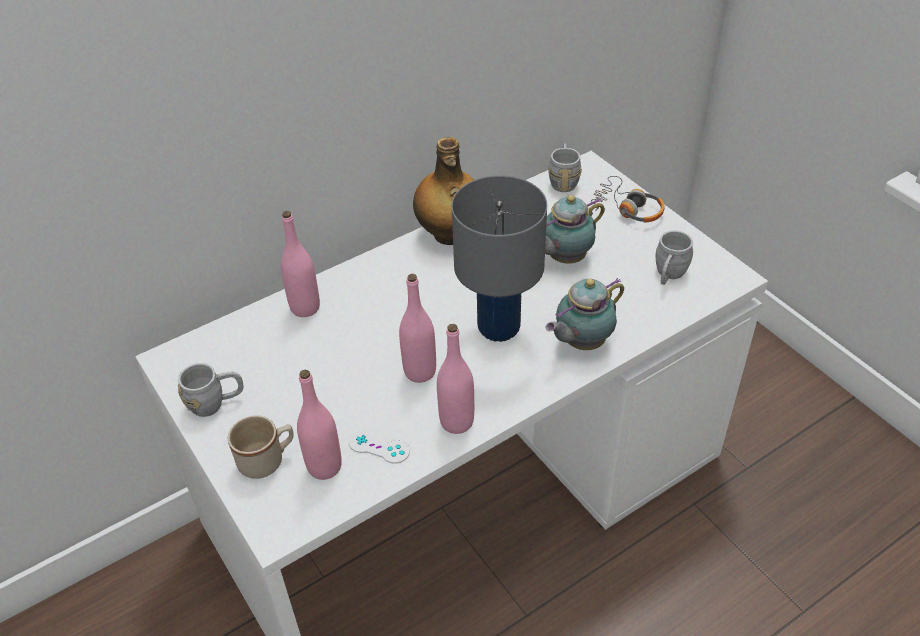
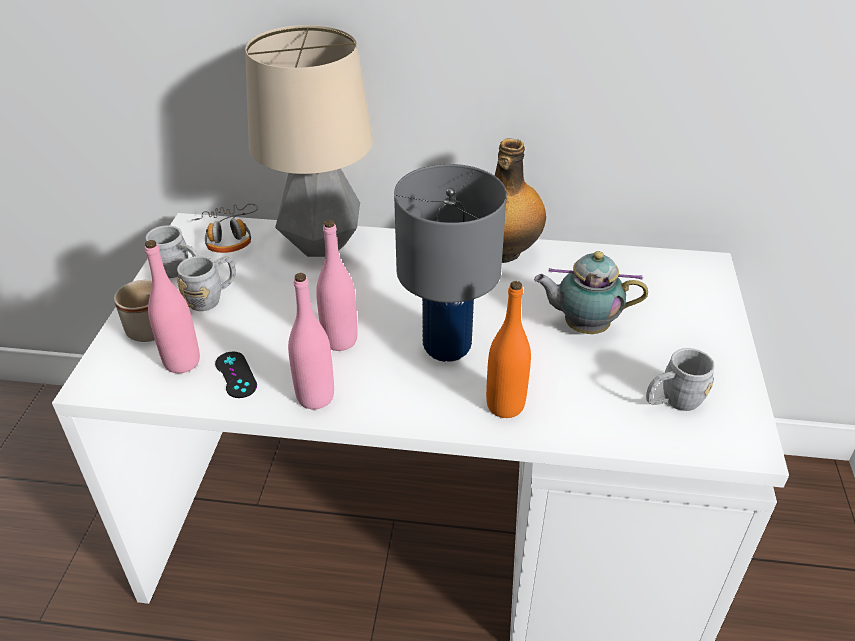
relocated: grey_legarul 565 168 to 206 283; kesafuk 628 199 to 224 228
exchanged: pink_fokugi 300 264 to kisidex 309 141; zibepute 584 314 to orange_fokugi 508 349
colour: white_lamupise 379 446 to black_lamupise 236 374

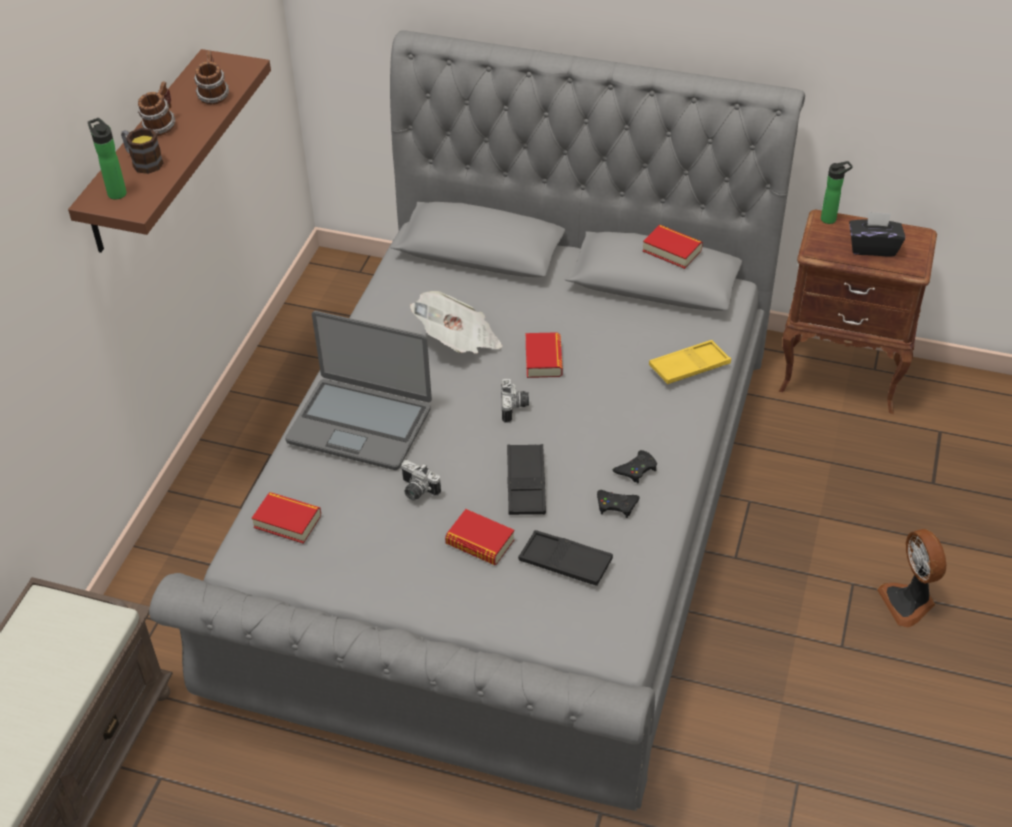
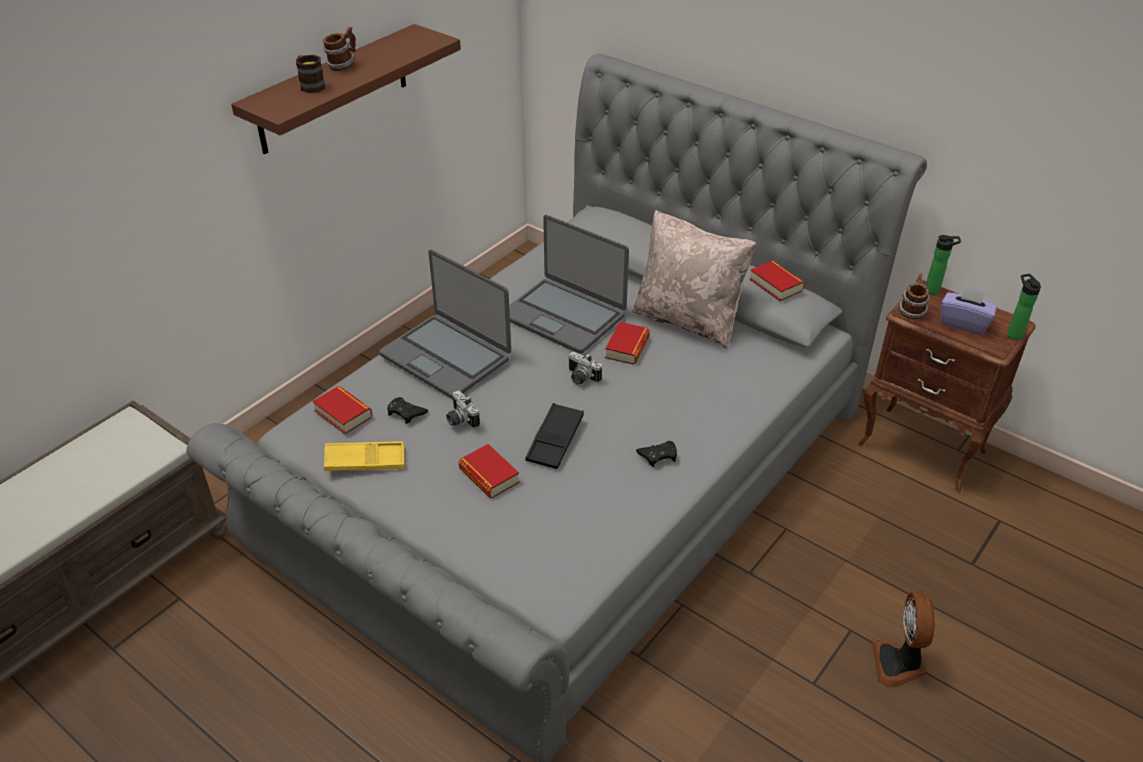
missing: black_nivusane 565 558
appeared: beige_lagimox 694 279
relocated: fokugi 107 159 to 1024 307; legarul 211 77 to 914 296; black_lamupise 618 504 to 407 410; yellow_nivusane 690 362 to 364 456
exchanged: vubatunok 456 322 to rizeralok 569 284
colour: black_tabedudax 877 234 to purple_tabedudax 969 309
spun: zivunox 515 401 = 585 368 105 degrees clockwise

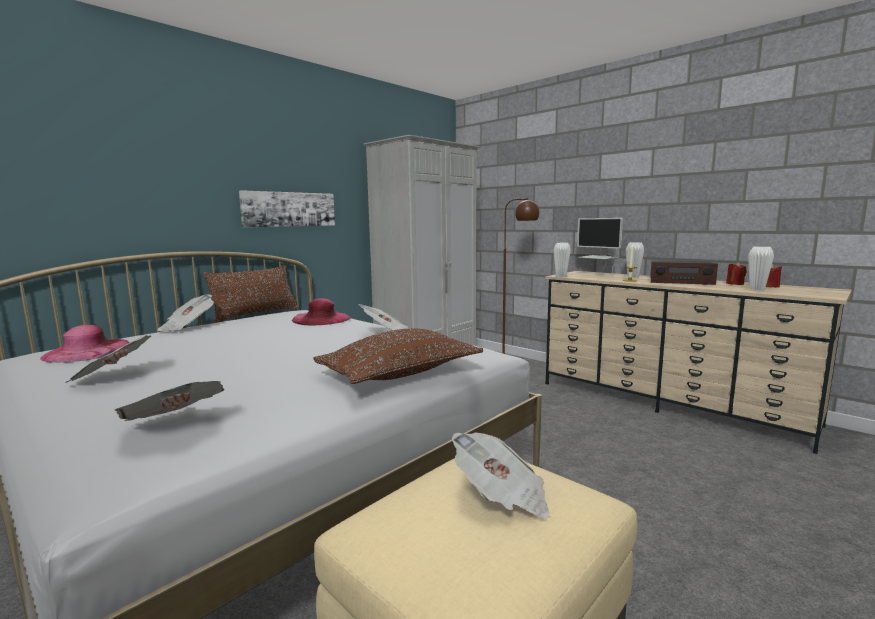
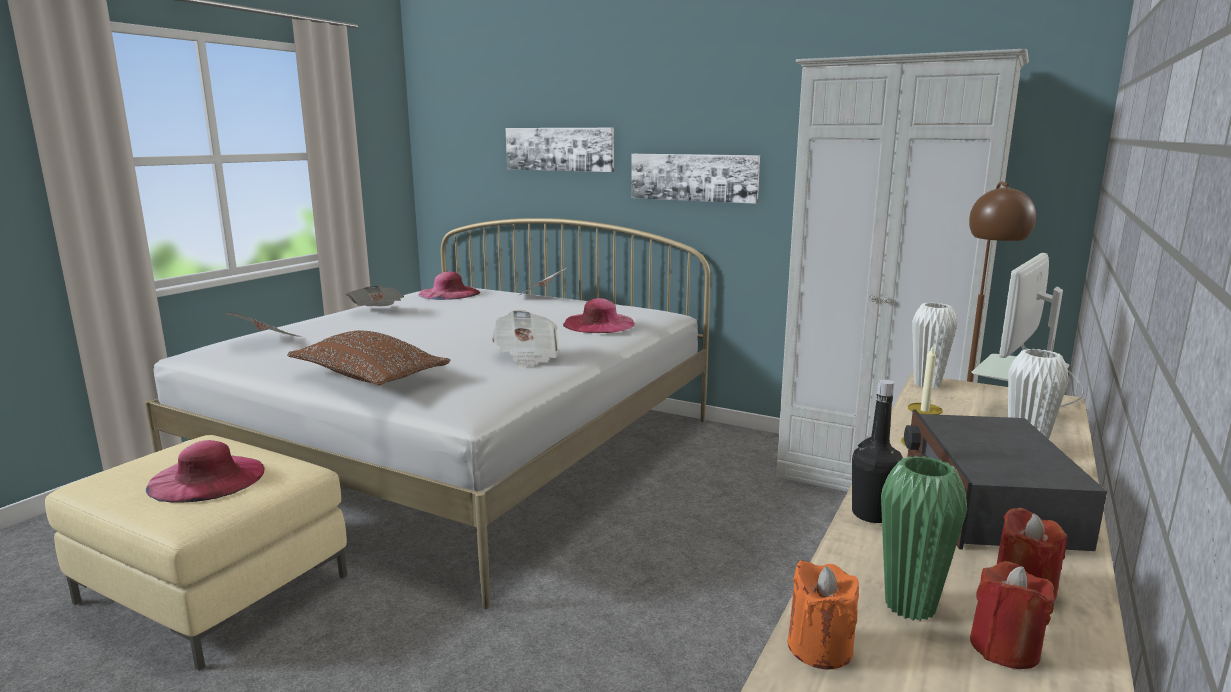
missing: brown_lagimox 250 294
appeared: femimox 560 150; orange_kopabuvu 823 615; black_fokugi 877 451
exchanged: vubatunok 501 475 to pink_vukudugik 205 471
colour: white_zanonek 761 268 to green_zanonek 924 538

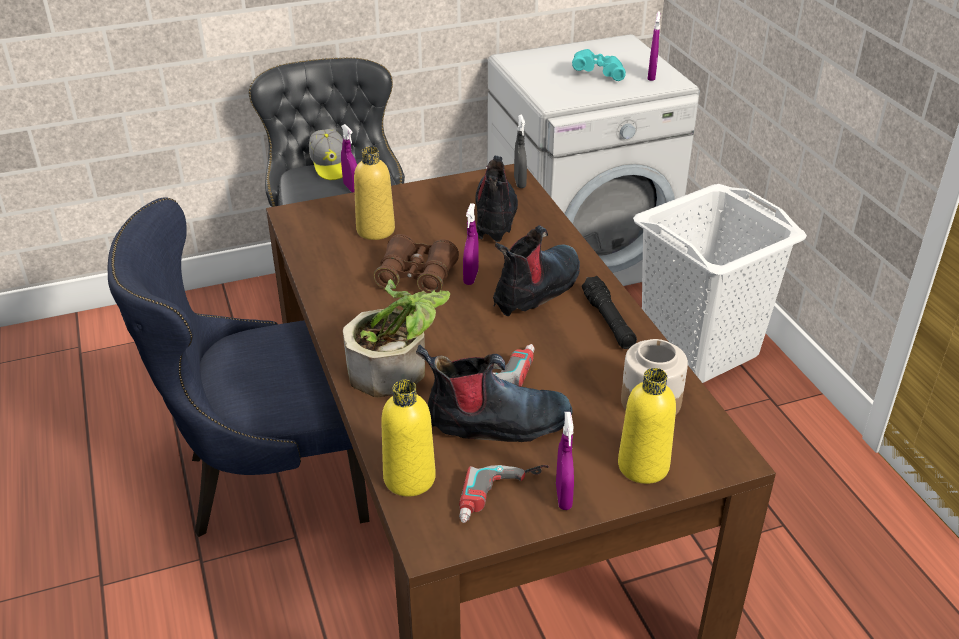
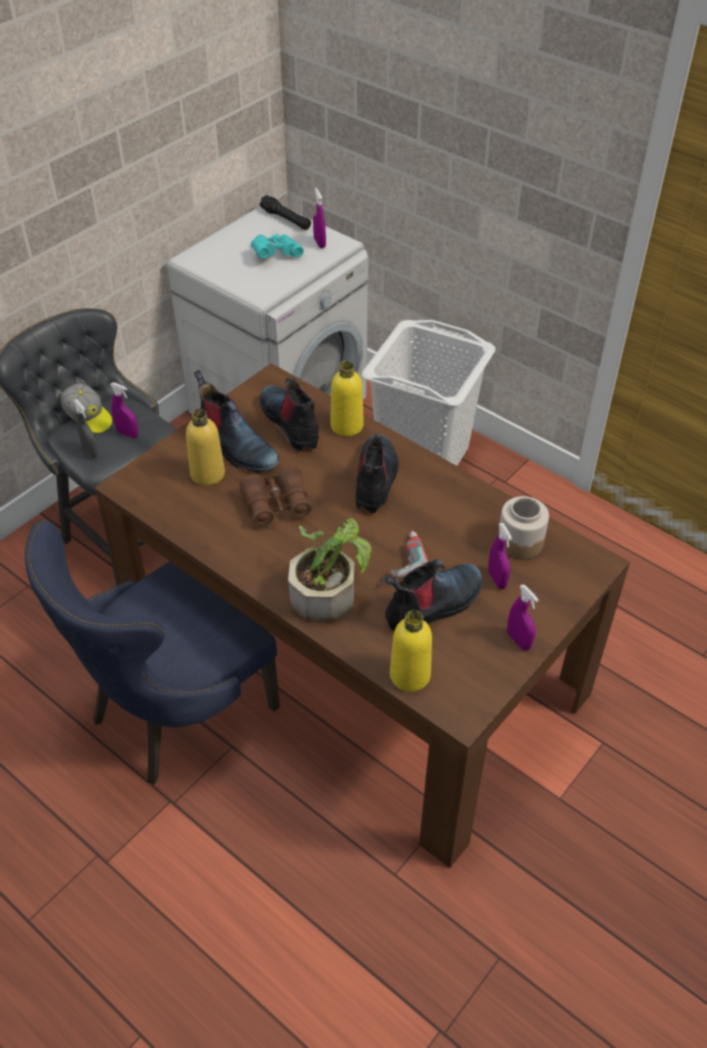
missing: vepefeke 504 494
appeared: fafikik 237 421
relocated: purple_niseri 471 244 to 500 556; grey_niseri 520 151 to 86 428; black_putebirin 609 312 to 285 212; yellow_fokugi 647 426 to 347 398

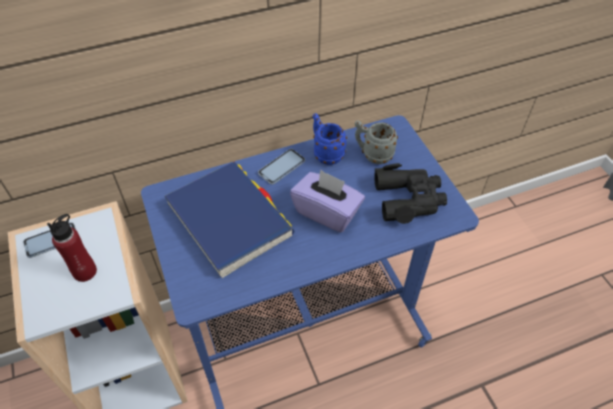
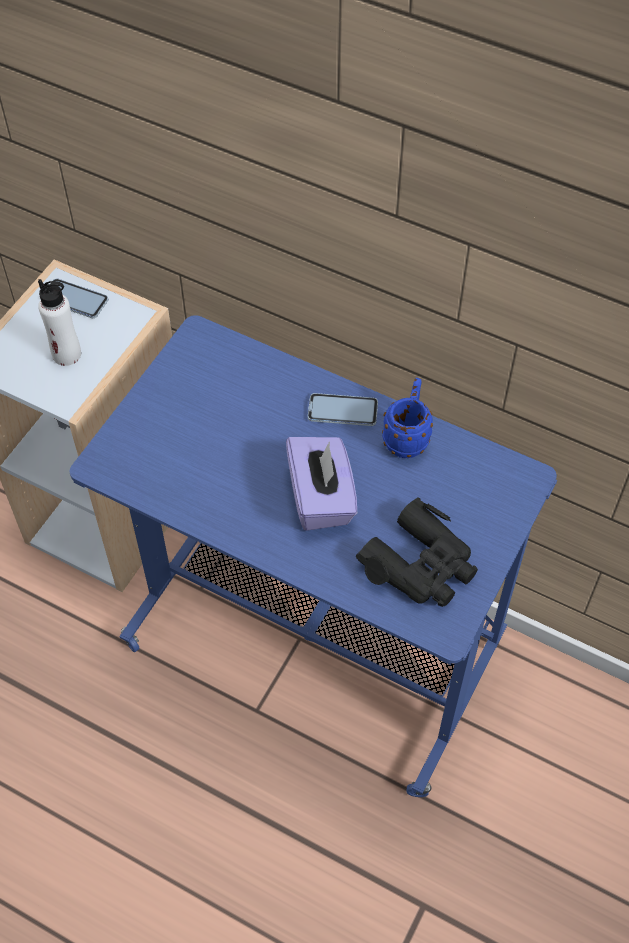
missing: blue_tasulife 229 220; grey_legarul 376 142
colour: red_fokugi 72 248 to white_fokugi 59 322

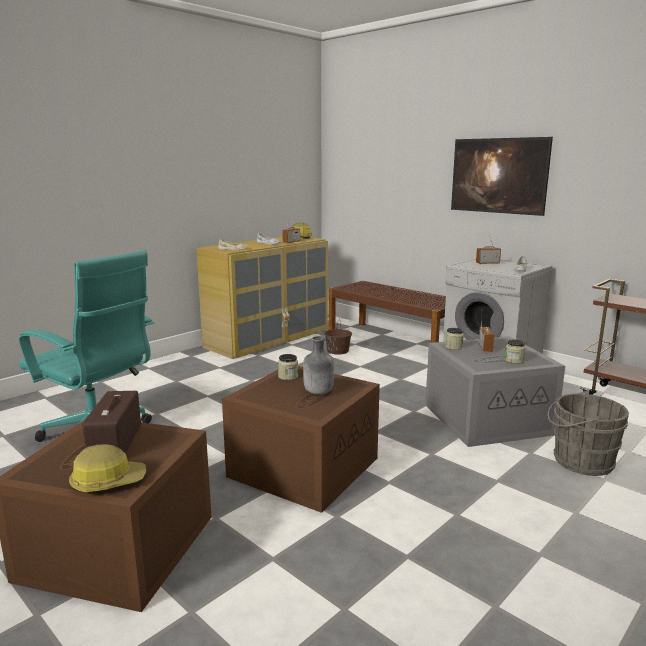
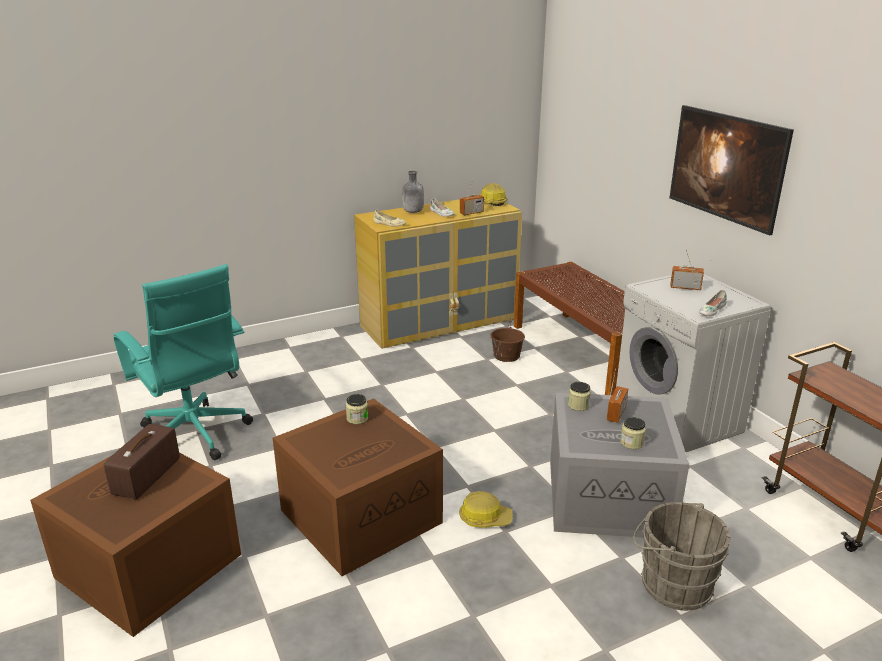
relocated: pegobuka 107 468 to 486 509; grey_fokugi 318 365 to 413 192

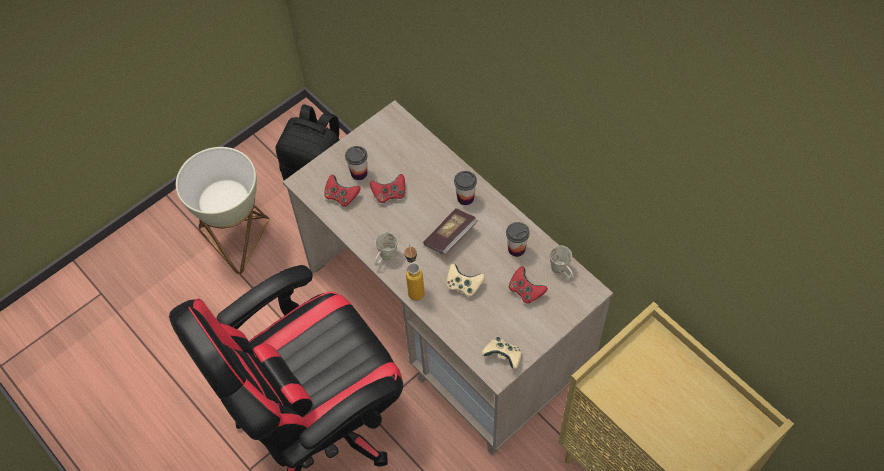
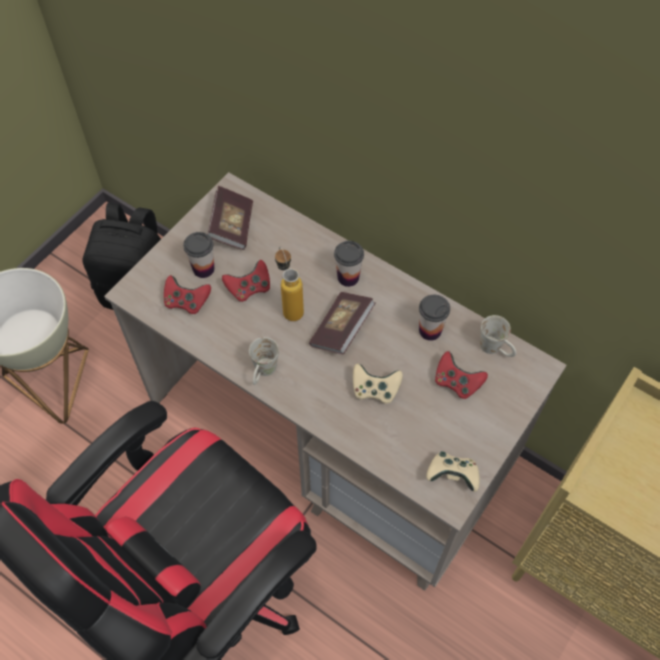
appeared: tasulife 230 218
relocated: fokugi 414 273 to 289 284

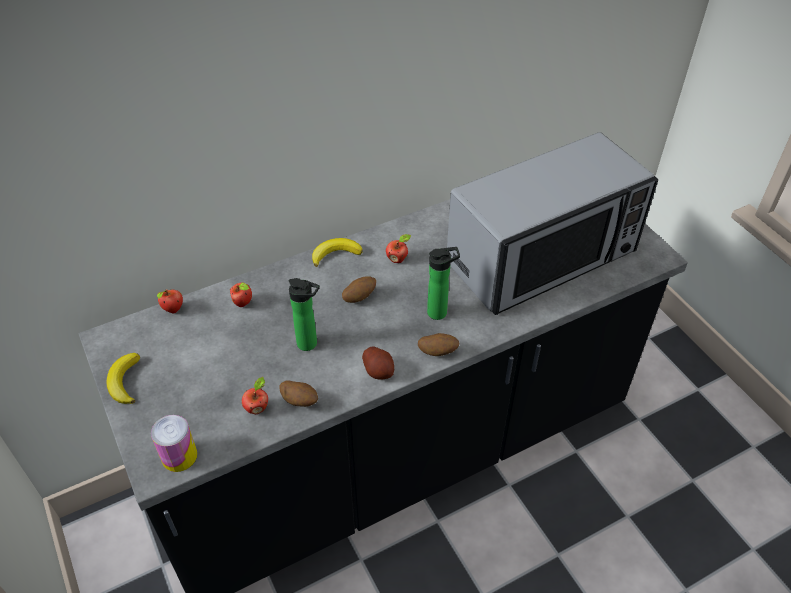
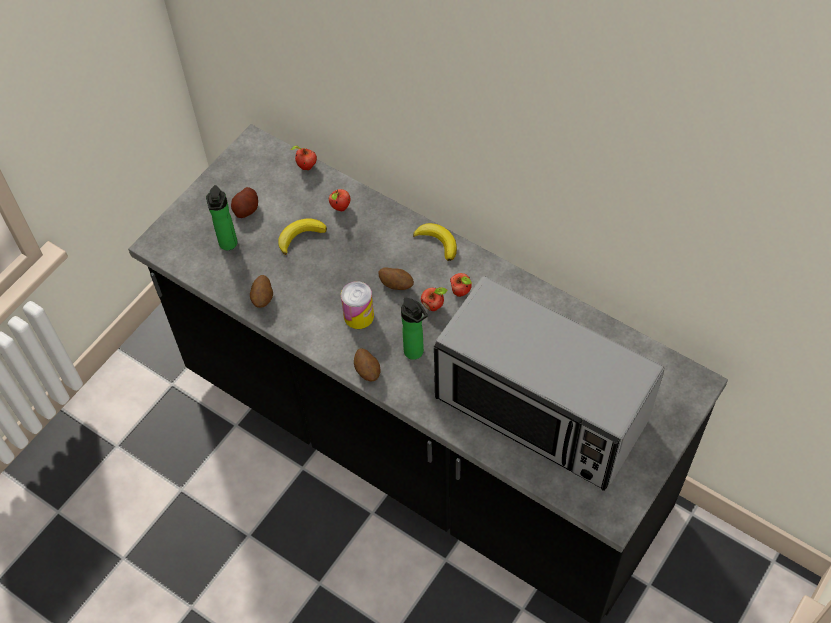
relocated: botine 123 378 to 302 237; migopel 174 443 to 357 305; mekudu 255 395 to 434 299; fokugi 304 314 to 222 217; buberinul 378 363 to 244 202

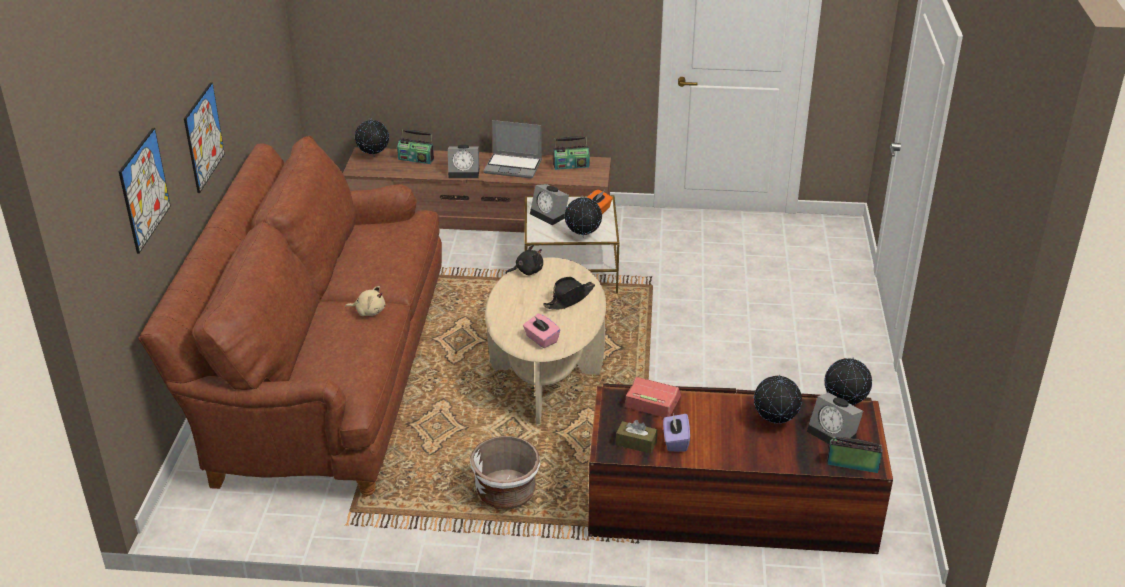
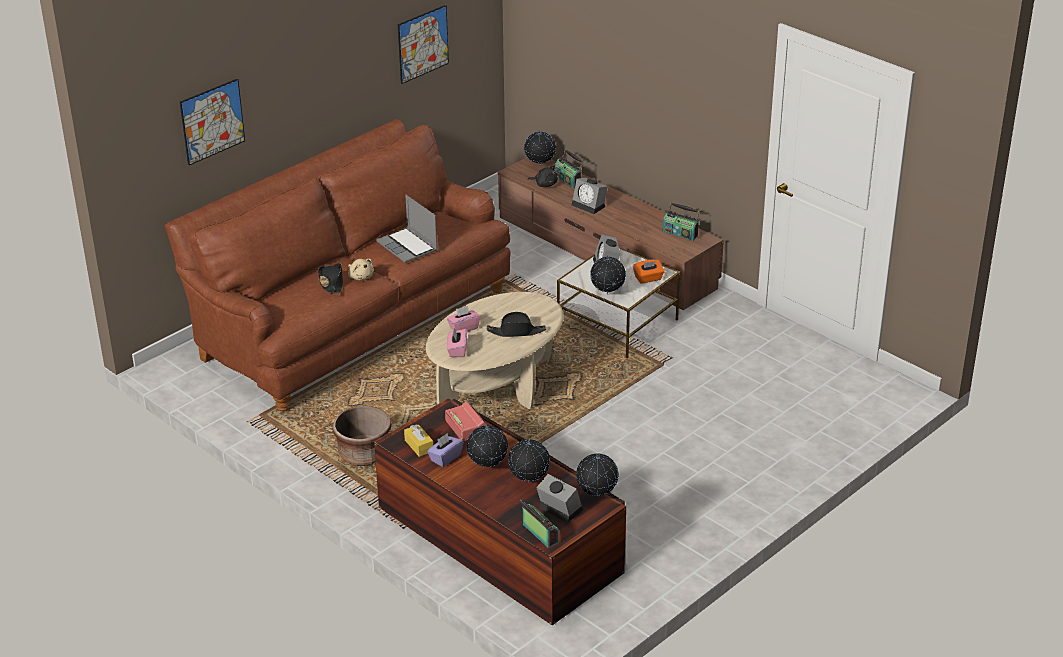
appeared: black_vukudugik 330 278; pink_tabedudax 464 319; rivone 487 446
relocated: femimox 204 137 to 423 44; rizeralok 512 149 to 407 229; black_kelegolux 524 260 to 542 176
colour: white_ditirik 505 473 to brown_ditirik 361 436; brown_tabedudax 636 436 to yellow_tabedudax 418 441
spun: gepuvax 835 418 = 559 498 135 degrees clockwise

